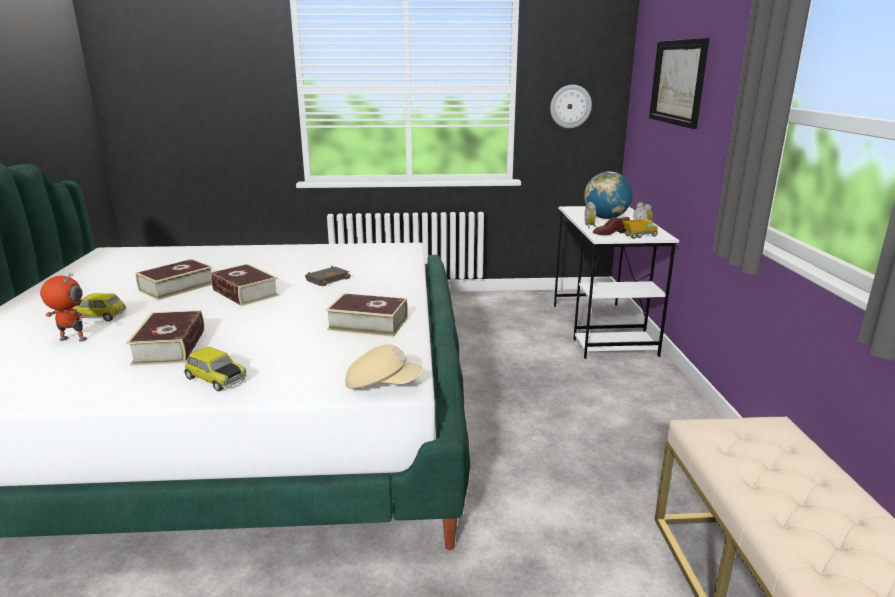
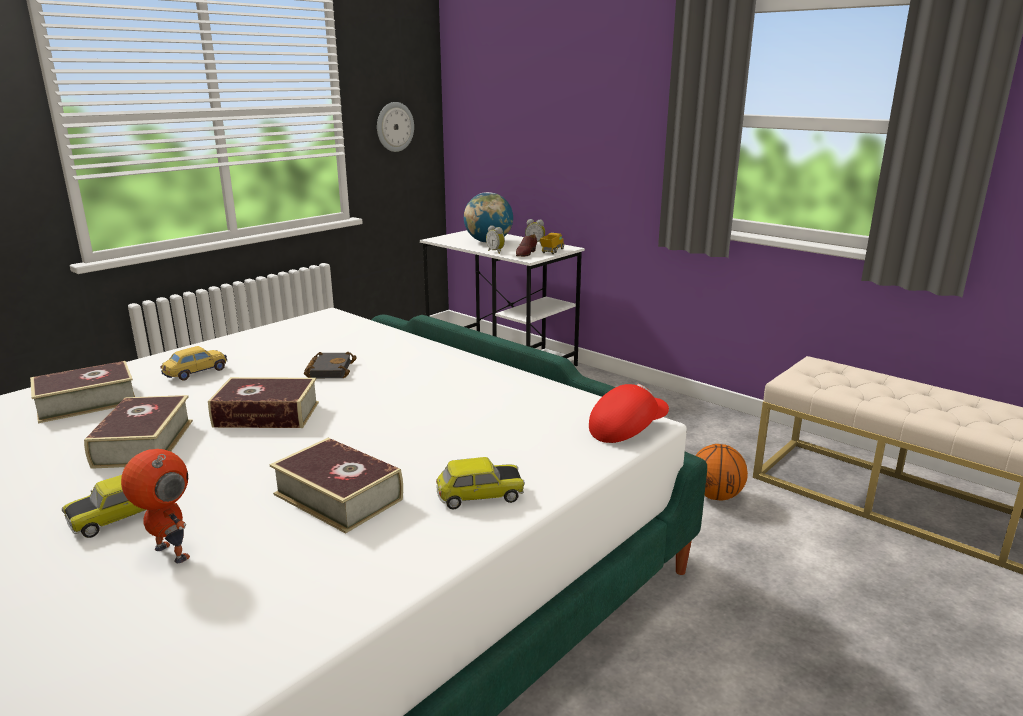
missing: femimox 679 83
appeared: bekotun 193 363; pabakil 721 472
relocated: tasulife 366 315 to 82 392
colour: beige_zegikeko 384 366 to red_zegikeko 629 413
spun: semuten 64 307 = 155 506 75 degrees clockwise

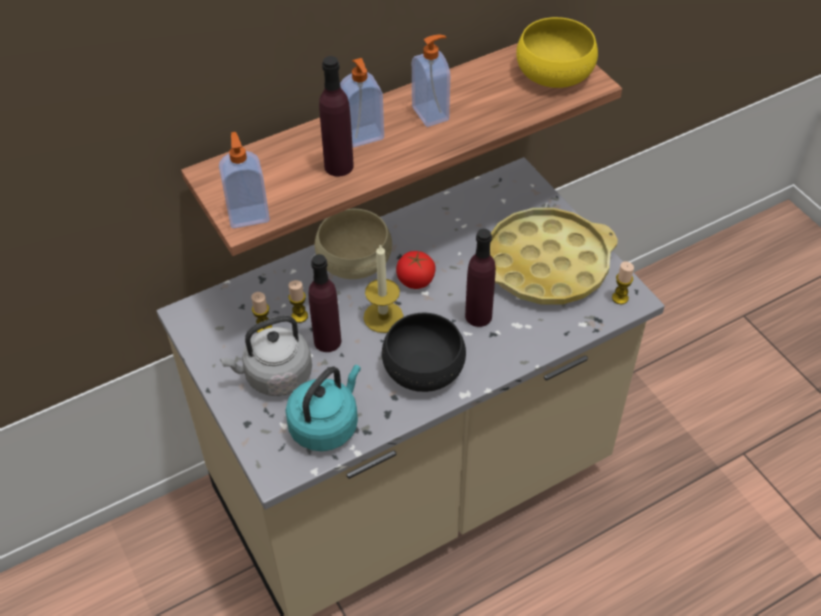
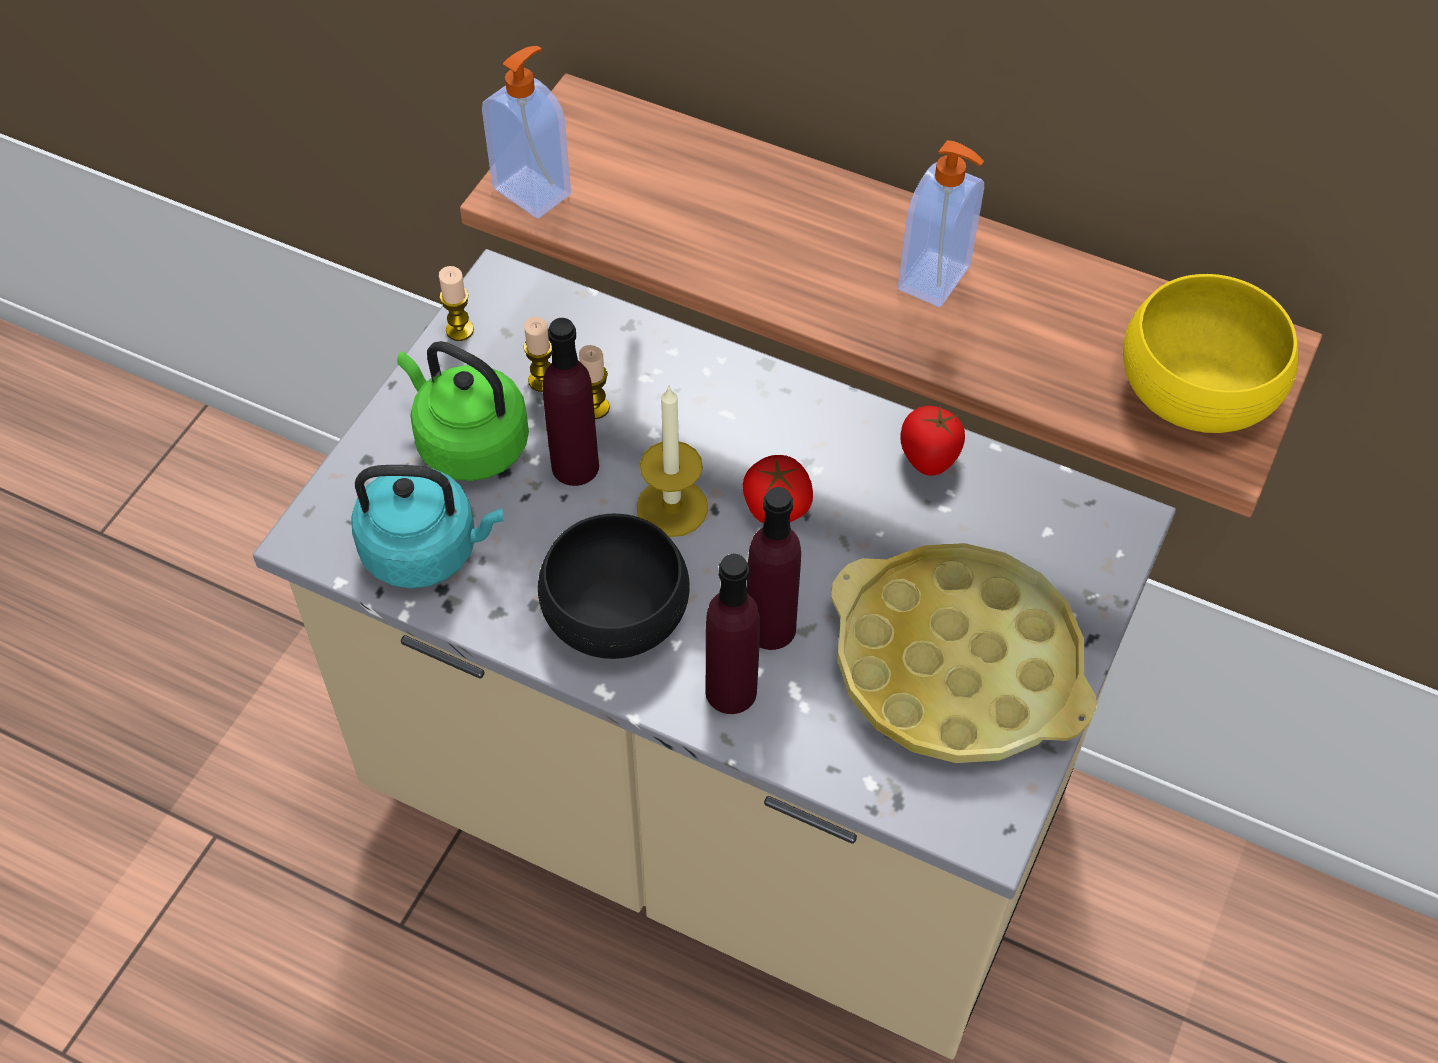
missing: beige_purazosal 353 244; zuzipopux 362 103
appeared: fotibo 932 441
relocated: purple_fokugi 336 116 to 732 634; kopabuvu 623 282 to 456 303
colour: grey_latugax 266 355 to green_latugax 463 411

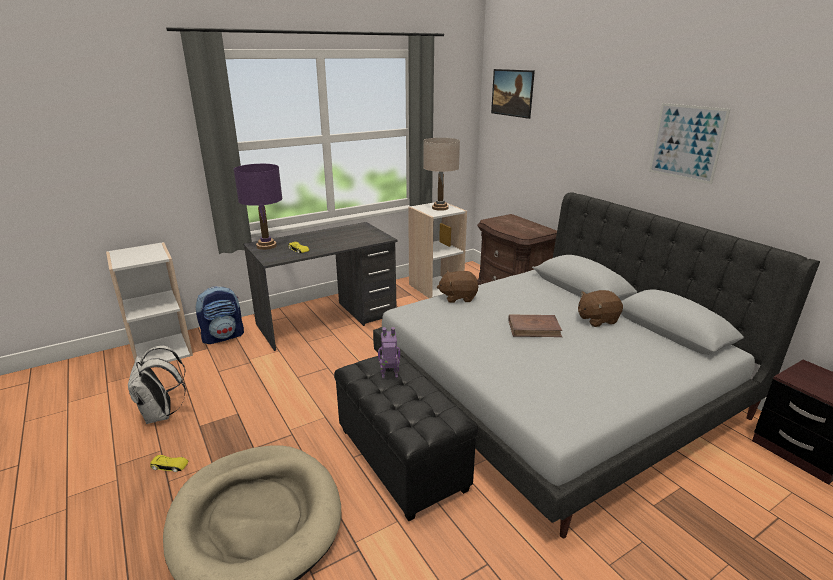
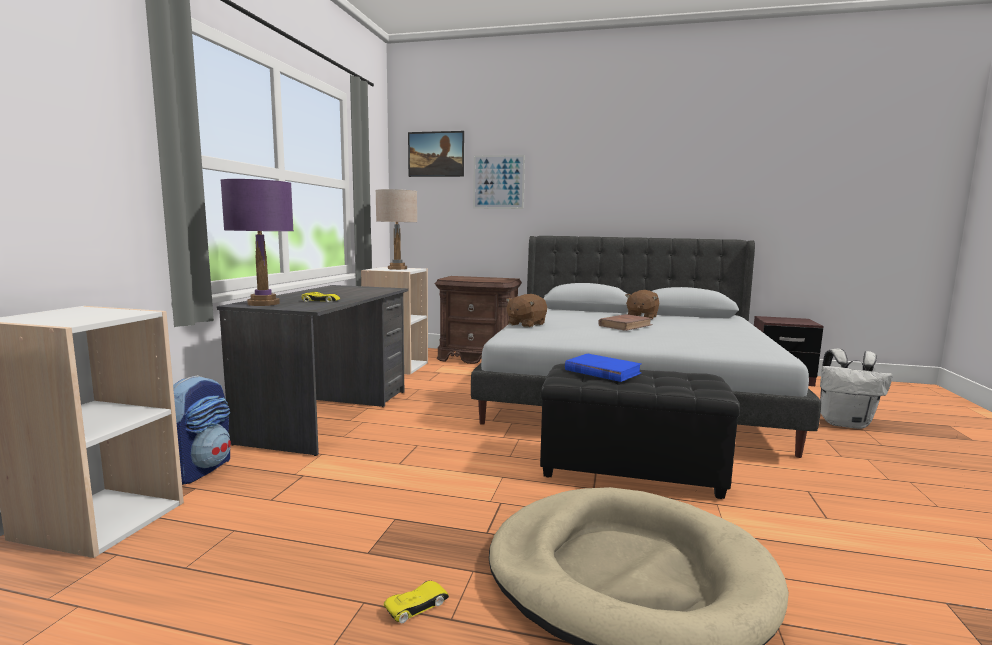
relocated: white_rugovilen 157 384 to 856 389; femimox 689 143 to 499 182
exchanged: semuten 389 352 to blue_tasulife 603 368

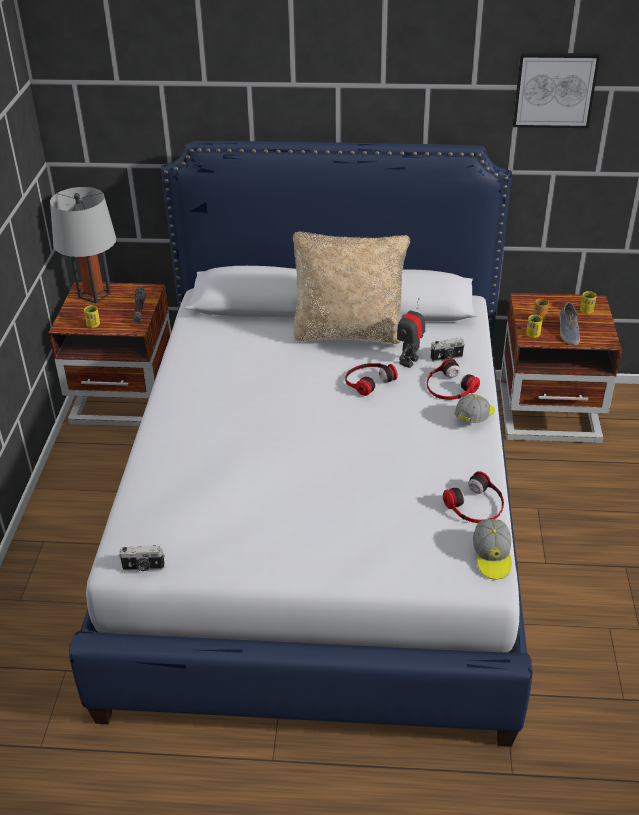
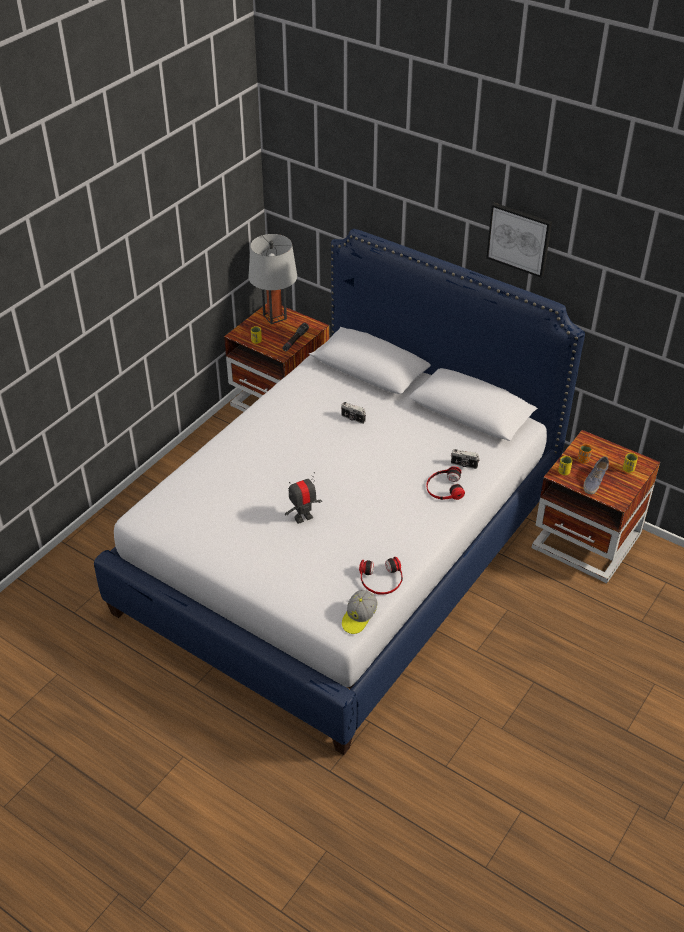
missing: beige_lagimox 351 288; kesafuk 371 379; zegikeko 474 408
relocated: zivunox 142 558 to 353 413; semuten 411 333 to 303 498; femimox 556 90 to 519 240

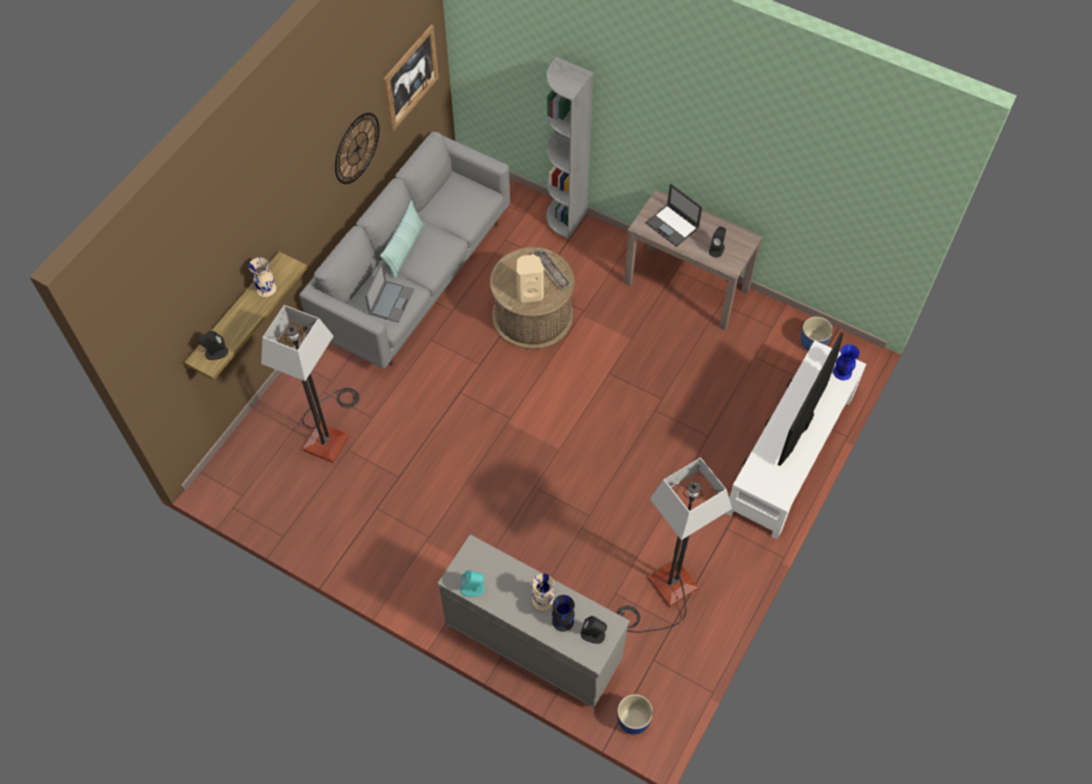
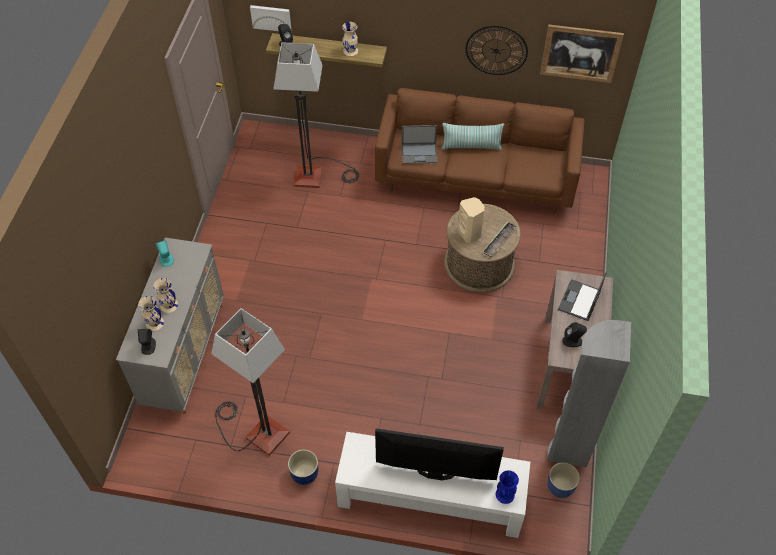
appeared: femimox 270 18
relocated: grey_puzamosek 569 148 to 589 393; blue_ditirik 635 714 to 303 467
colour: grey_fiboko 404 250 to brown_fiboko 480 151; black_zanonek 563 613 to beige_zanonek 151 313

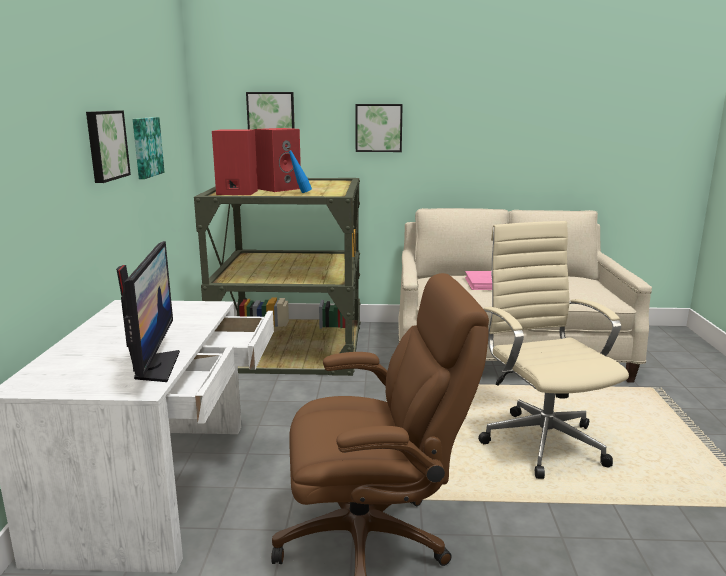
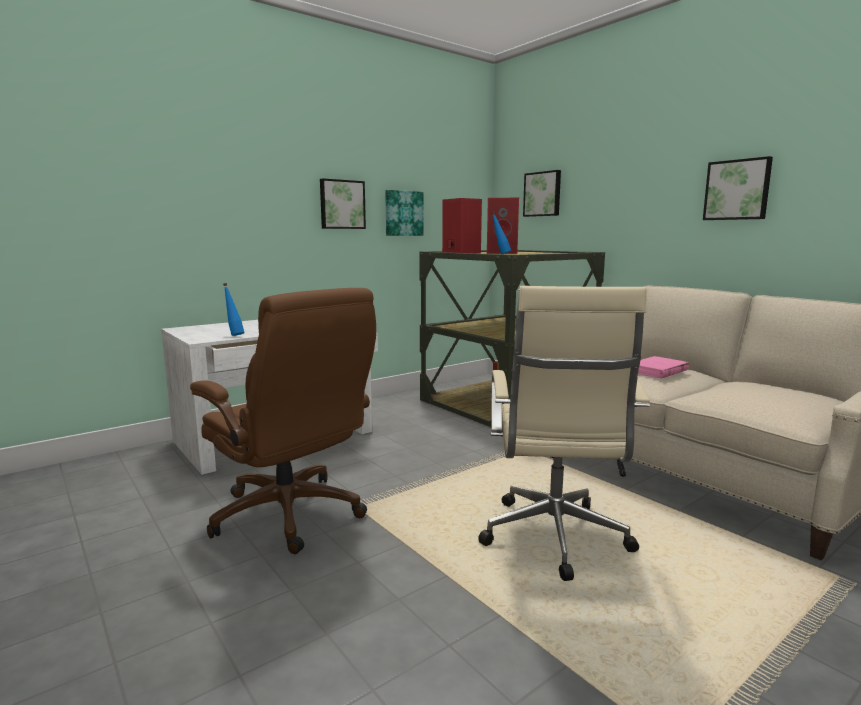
relocated: femimox 379 128 to 738 188
exchanged: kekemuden 148 311 to blue_fokugi 234 309
spun: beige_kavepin 553 350 = 564 433 150 degrees clockwise

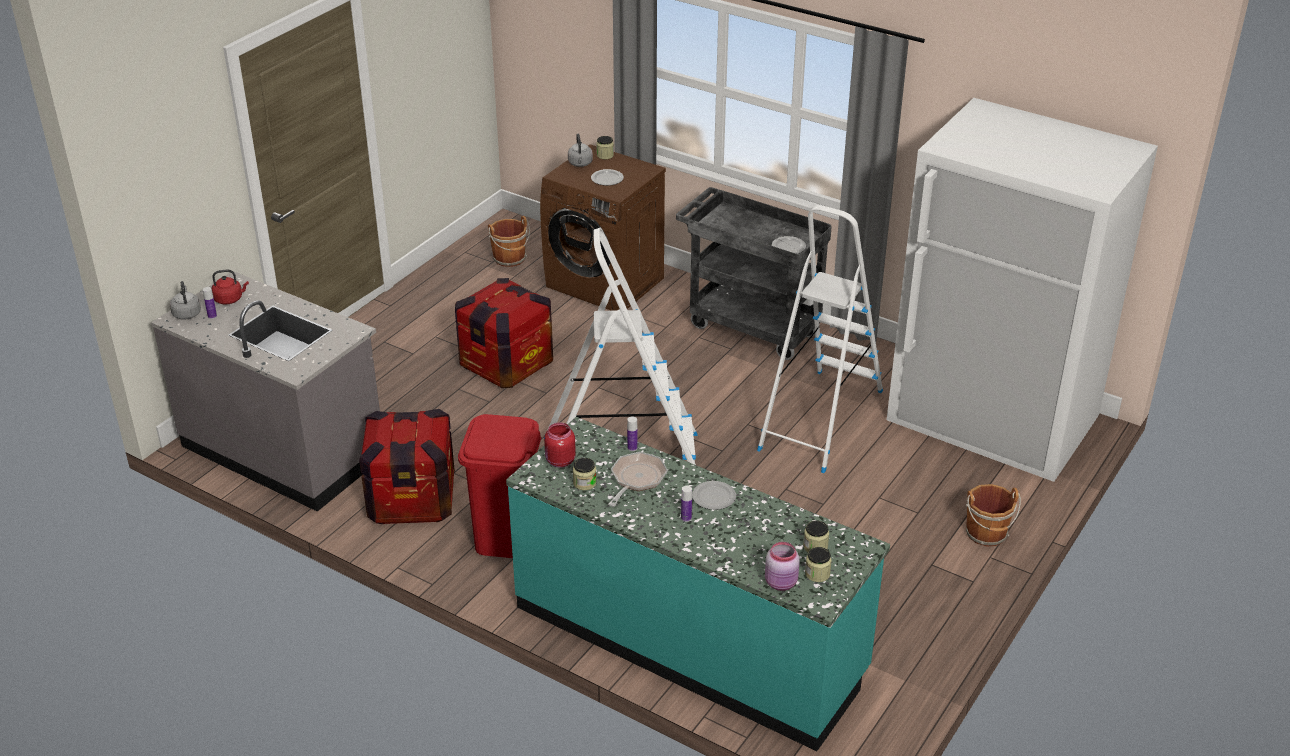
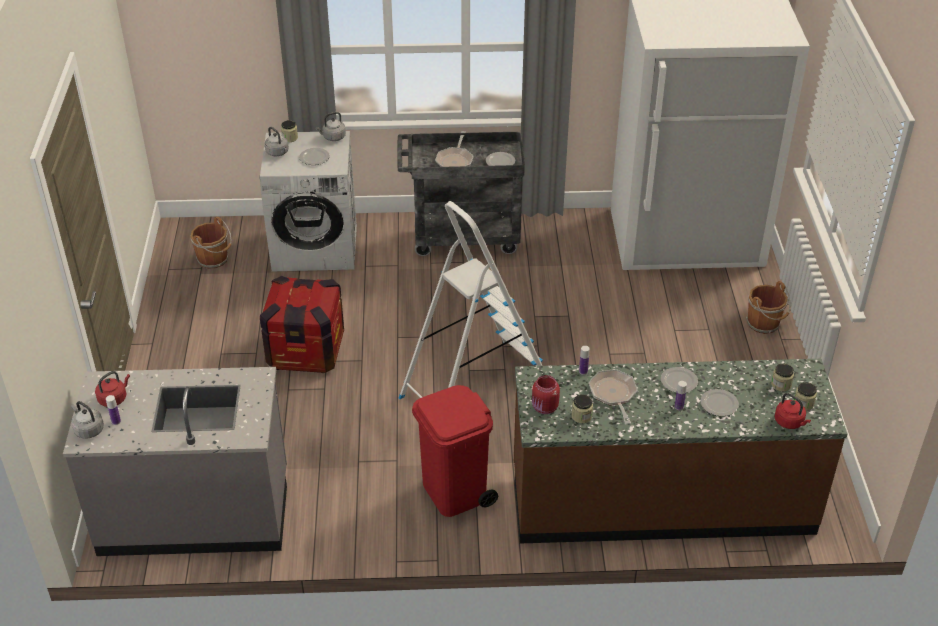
missing: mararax 407 466; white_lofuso 820 339
appeared: grey_latugax 331 126; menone 454 149; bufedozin 719 402
exchanged: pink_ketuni 782 566 to red_latugax 793 411
colour: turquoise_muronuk 698 584 to brown_muronuk 681 451; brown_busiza 603 228 to white_busiza 308 201

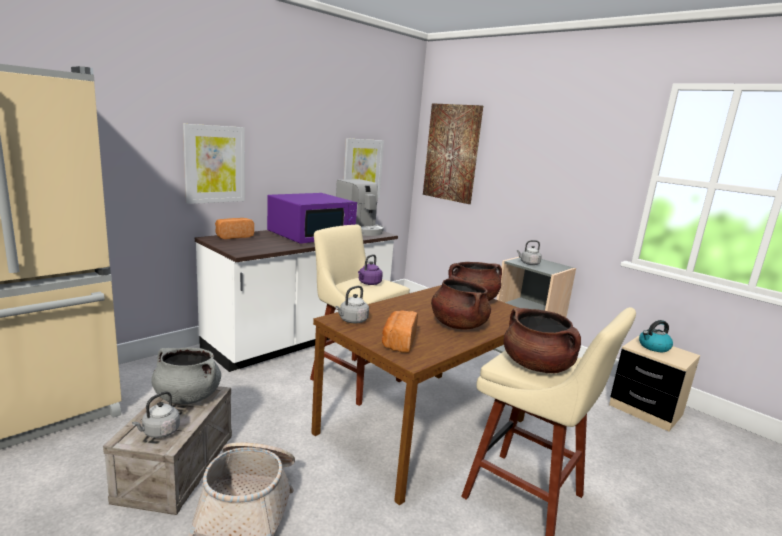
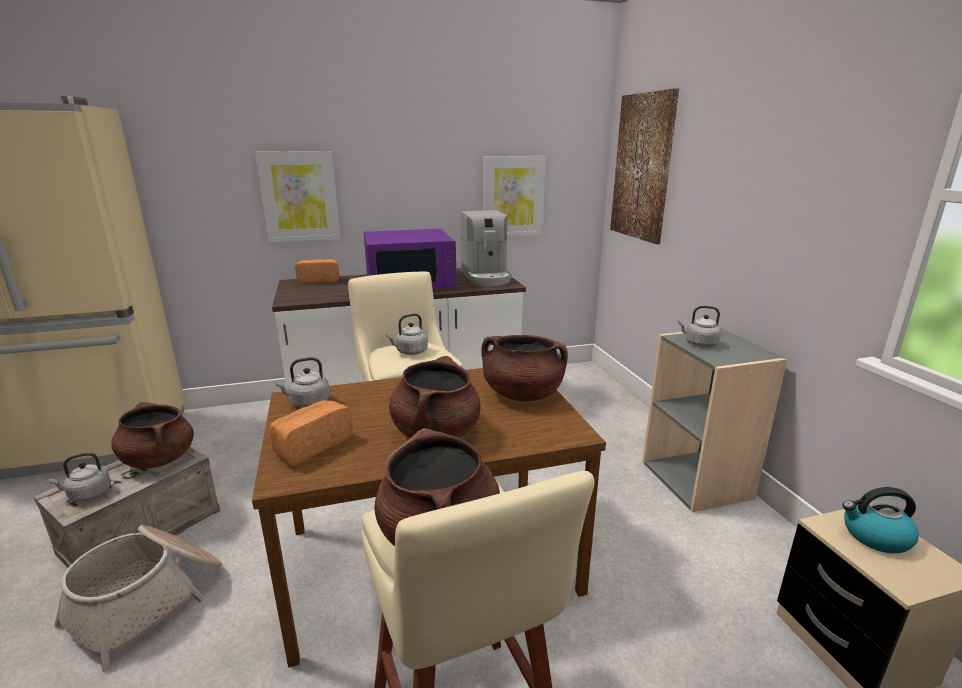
colour: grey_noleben 186 376 to brown_noleben 152 435; purple_latugax 370 269 to grey_latugax 407 334

